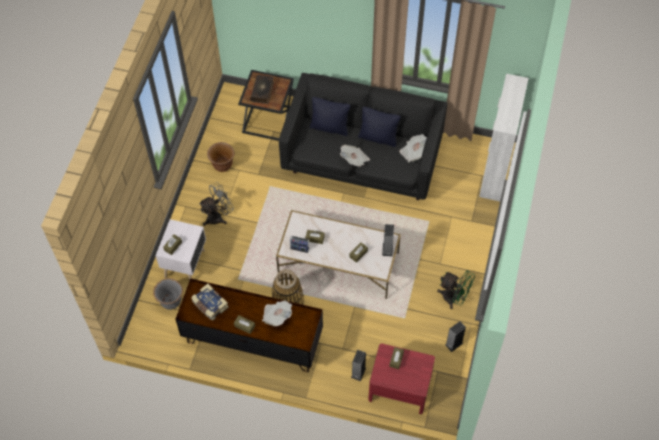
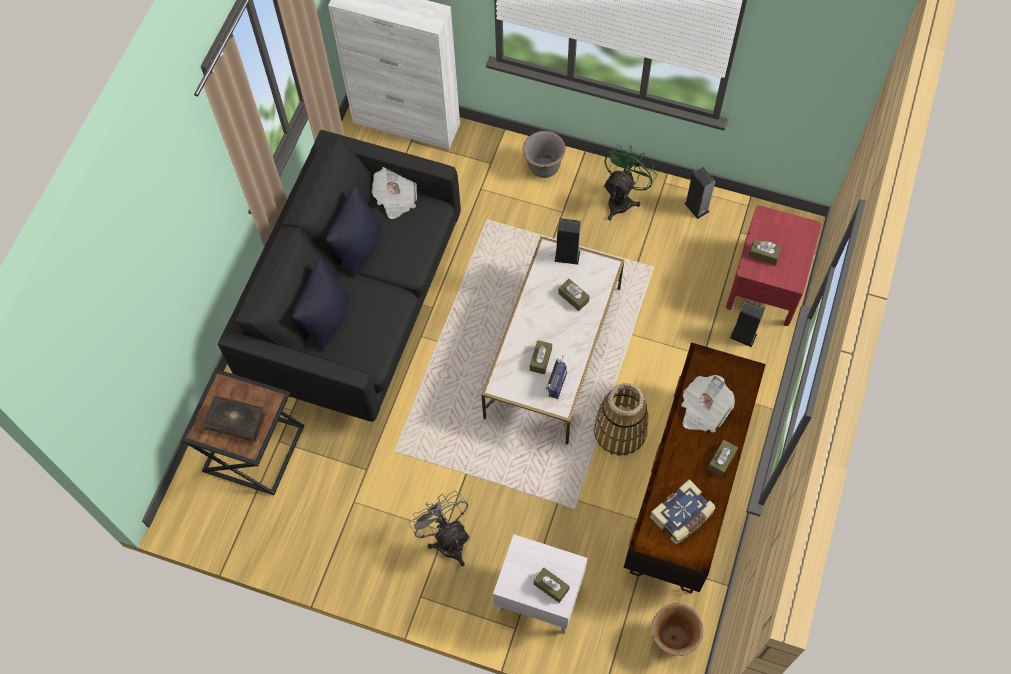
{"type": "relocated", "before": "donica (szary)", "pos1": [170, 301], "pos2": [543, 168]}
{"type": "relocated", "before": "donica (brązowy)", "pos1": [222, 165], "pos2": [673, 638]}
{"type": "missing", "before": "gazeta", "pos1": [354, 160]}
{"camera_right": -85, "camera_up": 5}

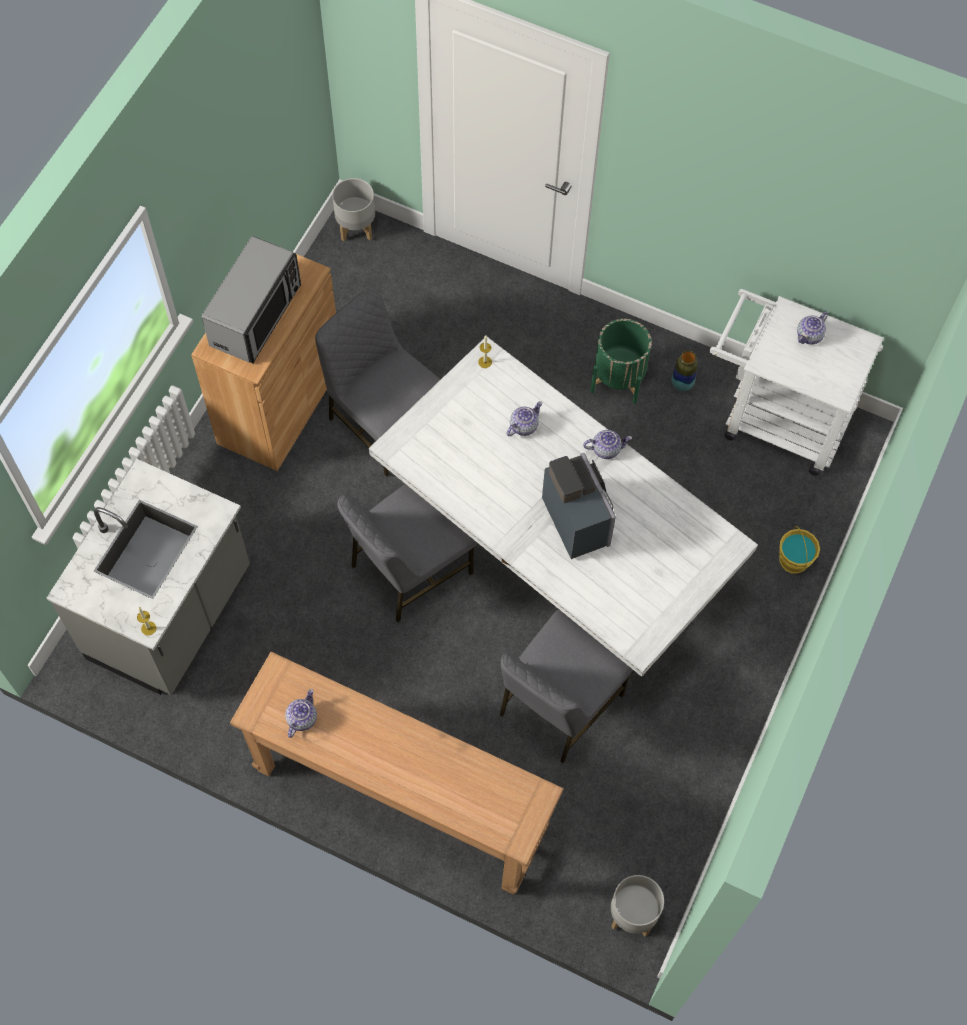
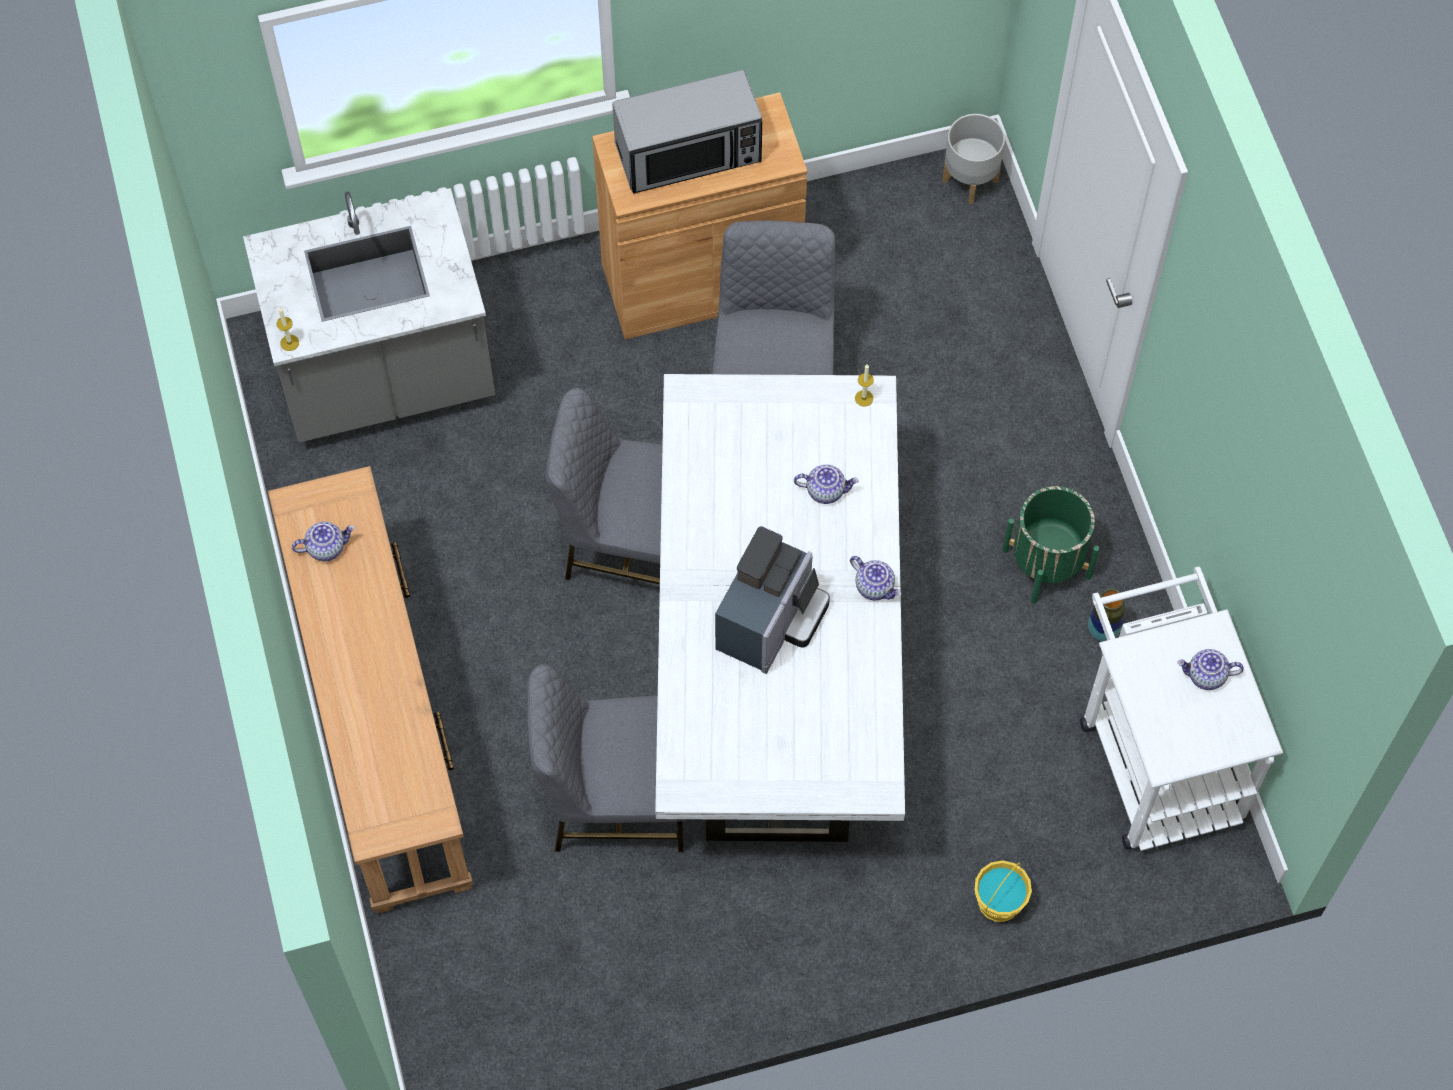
{"type": "missing", "before": "donica (szary)", "pos1": [631, 915]}
{"camera_right": 50, "camera_up": 0}

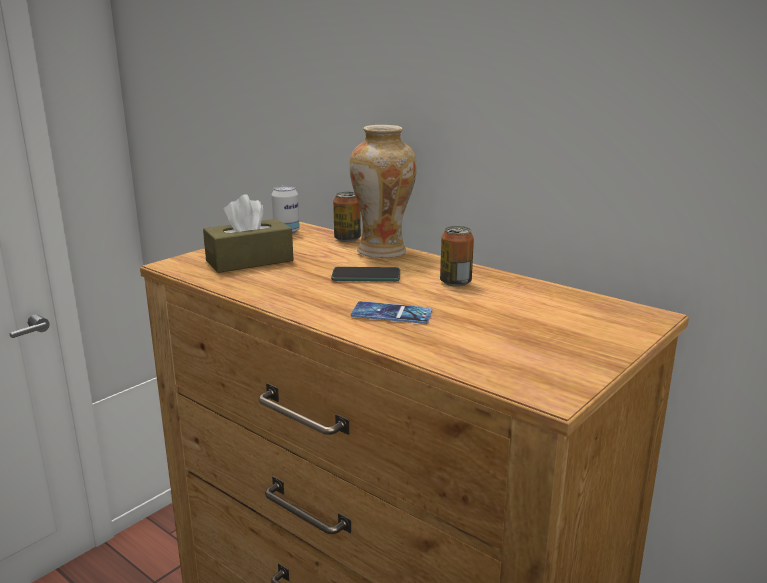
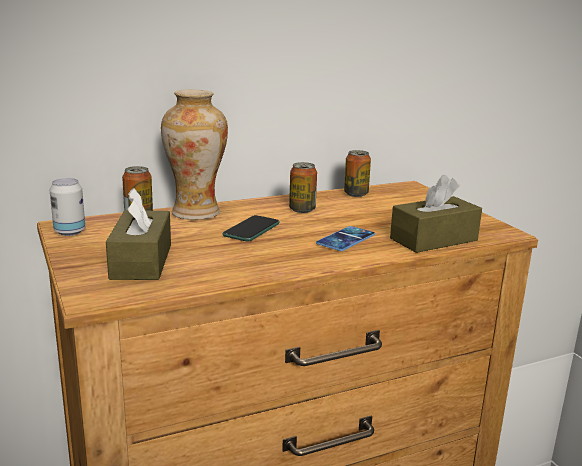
{"type": "appeared", "after": "puszka", "pos2": [356, 194]}
{"type": "appeared", "after": "pudełko chusteczek (brązowy)", "pos2": [433, 239]}
{"camera_right": -65, "camera_up": 0}

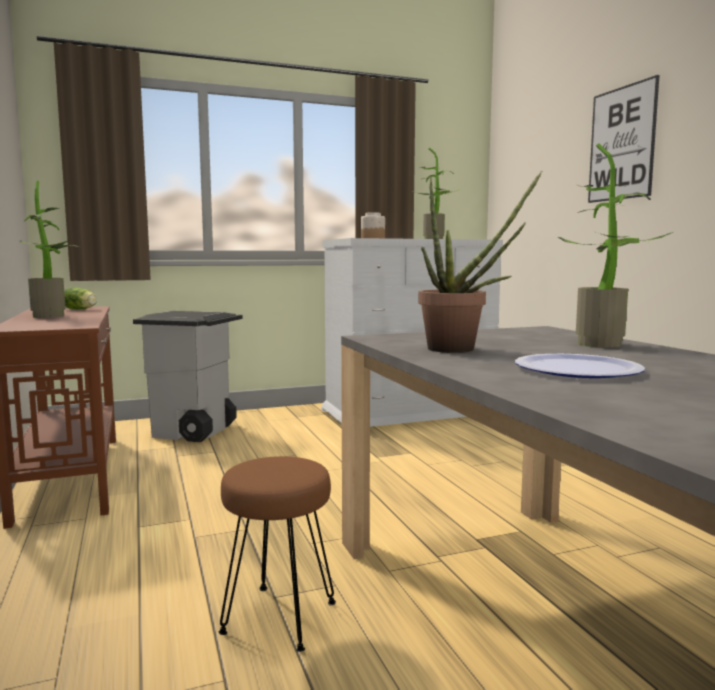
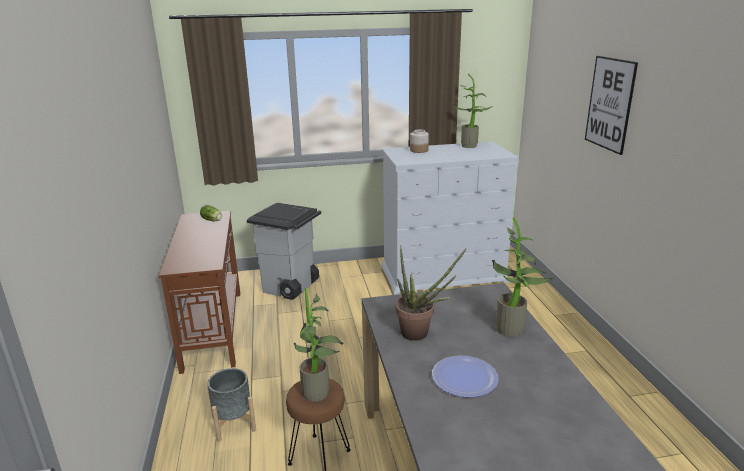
{"type": "relocated", "before": "roślina doniczkowa", "pos1": [53, 316], "pos2": [319, 393]}
{"type": "appeared", "after": "donica (szary)", "pos2": [233, 424]}
{"camera_right": 10, "camera_up": 15}

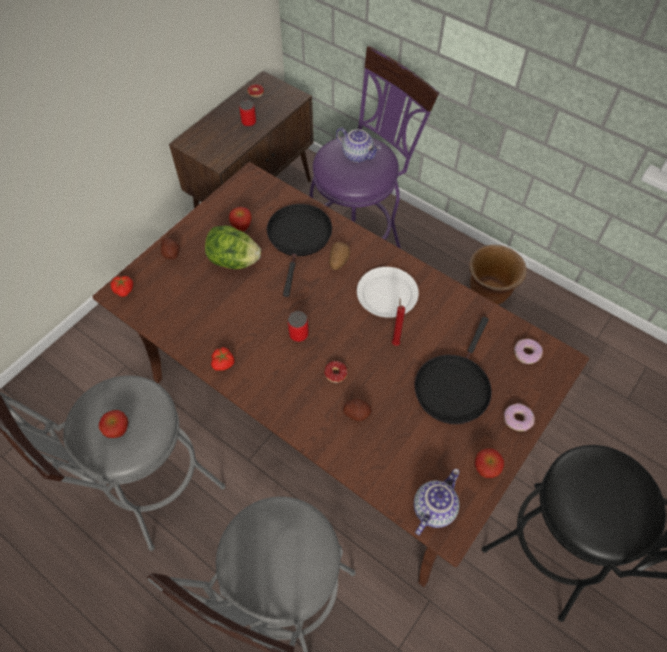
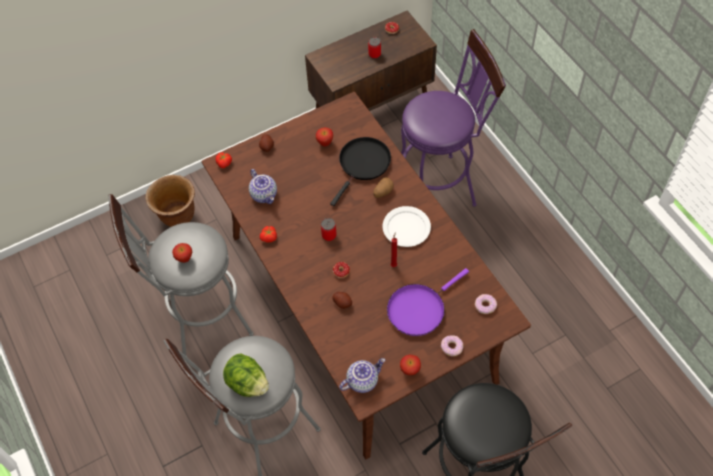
{"type": "relocated", "before": "sałata", "pos1": [234, 261], "pos2": [247, 383]}
{"type": "relocated", "before": "imbryk", "pos1": [358, 155], "pos2": [264, 195]}
{"type": "colour", "before": "patelnia (czarny)", "after": "patelnia (fioletowy)", "pos1": [453, 386], "pos2": [418, 309]}
{"type": "relocated", "before": "donica (brązowy)", "pos1": [488, 293], "pos2": [177, 216]}
{"camera_right": 25, "camera_up": 0}

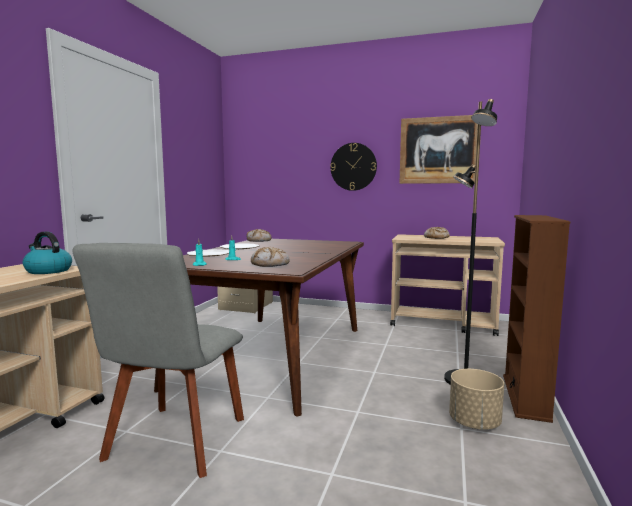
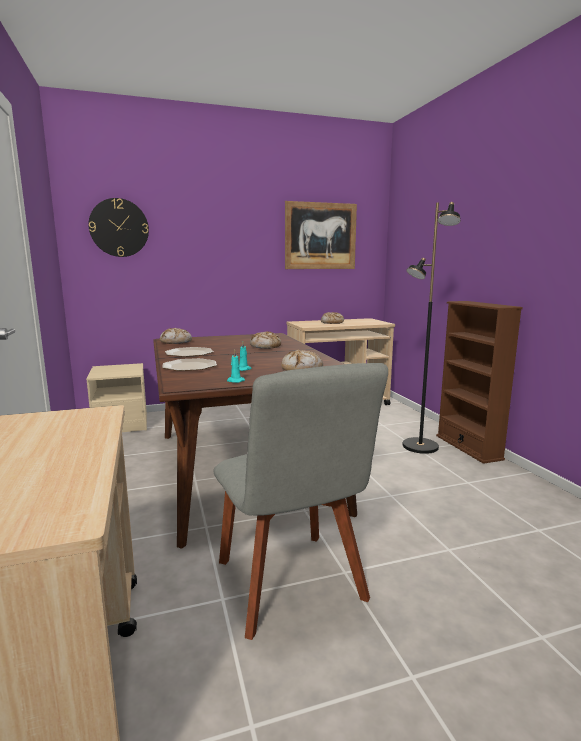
{"type": "missing", "before": "czajnik", "pos1": [48, 271]}
{"type": "relocated", "before": "zegar ścienny", "pos1": [353, 166], "pos2": [119, 228]}
{"type": "missing", "before": "donica (beżowy)", "pos1": [474, 423]}
{"type": "appeared", "after": "chleb", "pos2": [265, 346]}
{"camera_right": -35, "camera_up": 5}

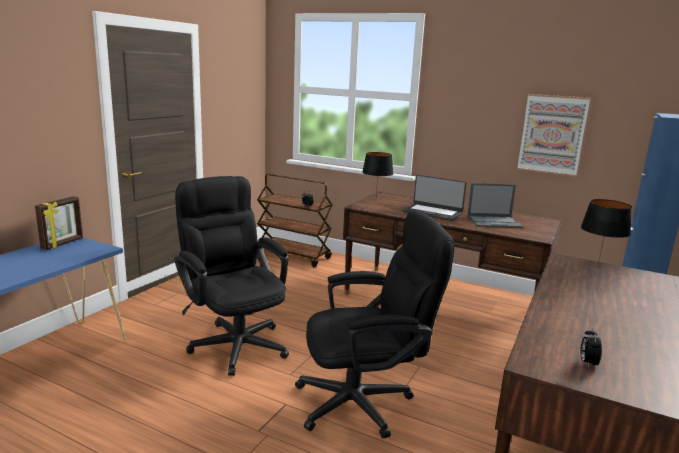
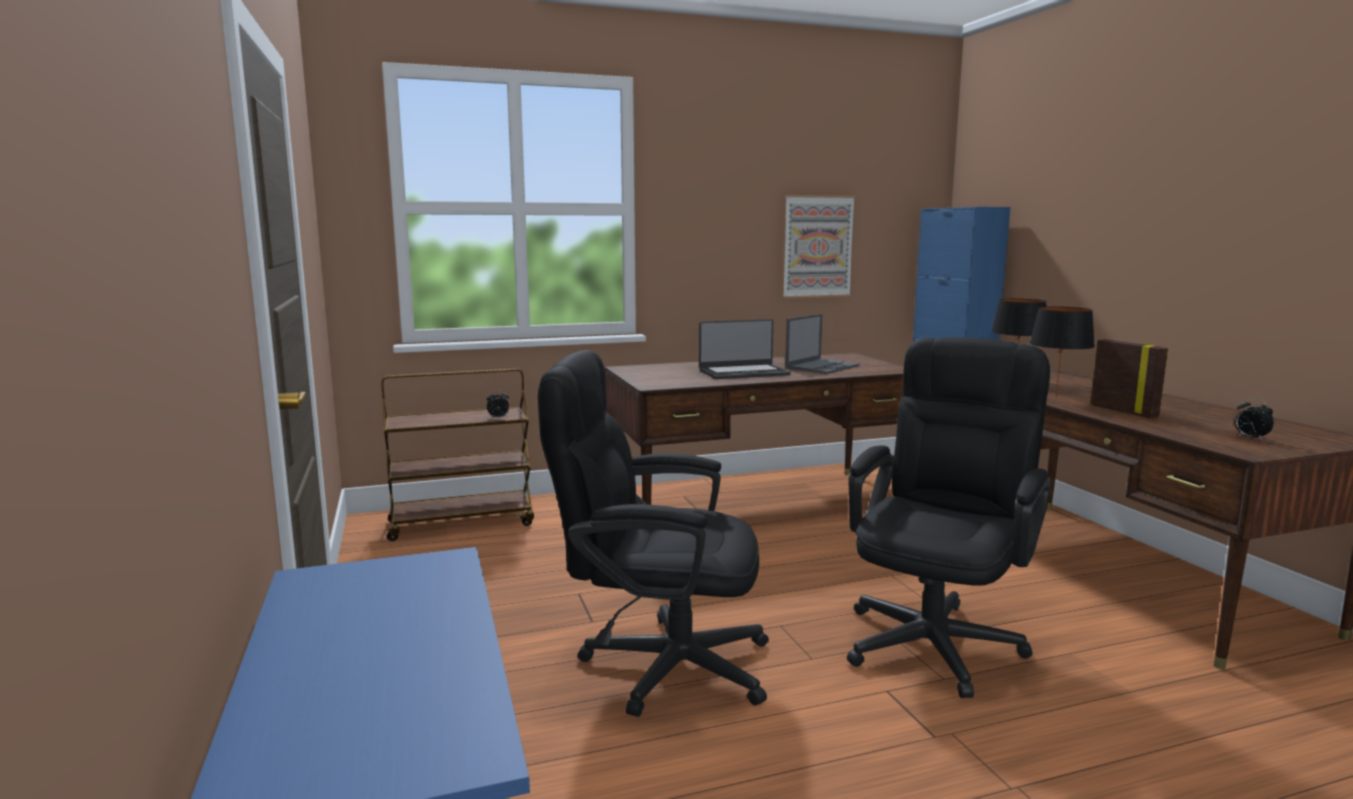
{"type": "relocated", "before": "ramka na zdjęcie", "pos1": [63, 244], "pos2": [1124, 412]}
{"type": "relocated", "before": "lampa stołowa (czarny)", "pos1": [376, 200], "pos2": [1056, 397]}
{"camera_right": -45, "camera_up": -5}

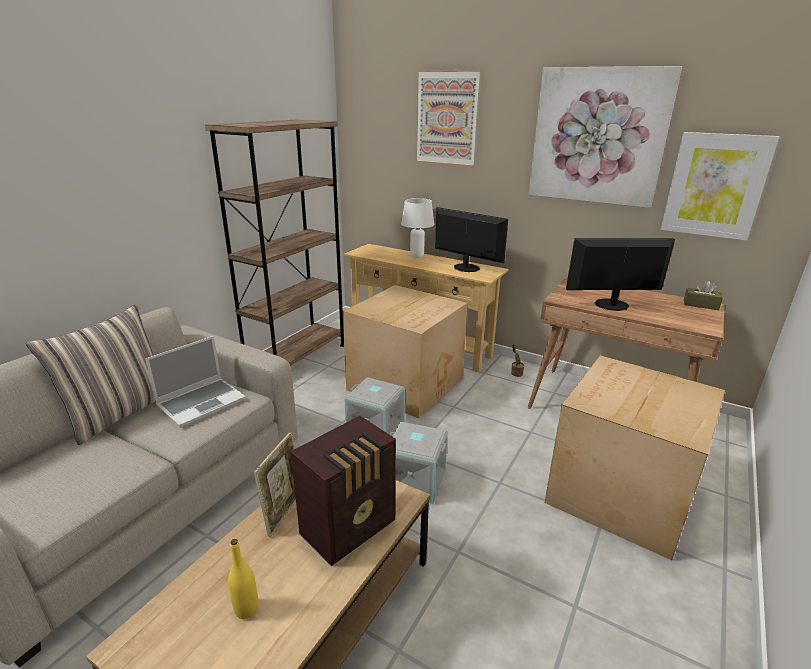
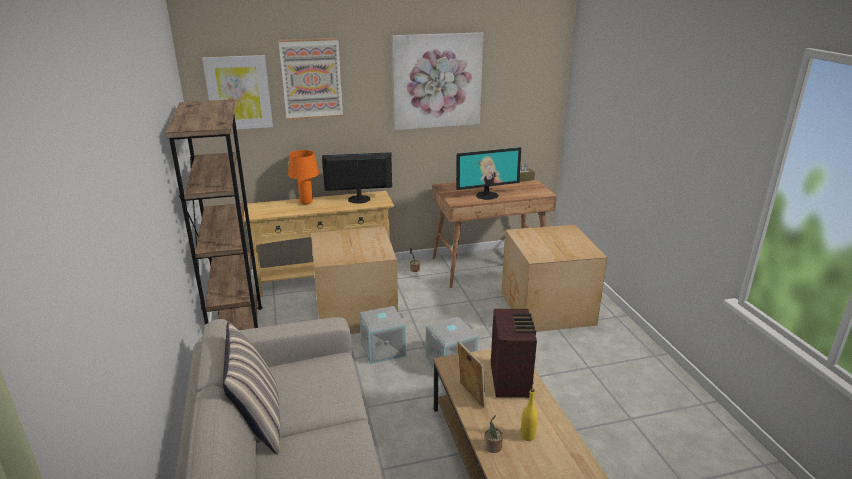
{"type": "missing", "before": "laptop", "pos1": [202, 402]}
{"type": "colour", "before": "lampa stołowa (biały)", "after": "lampa stołowa (pomarańczowy)", "pos1": [416, 257], "pos2": [306, 202]}
{"type": "spun", "before": "monitor", "pos1": [611, 305], "pos2": [486, 195], "turn": -150}
{"type": "relocated", "before": "obraz", "pos1": [715, 186], "pos2": [239, 93]}
{"type": "appeared", "after": "roślina doniczkowa", "pos2": [492, 447]}
{"camera_right": -45, "camera_up": 0}

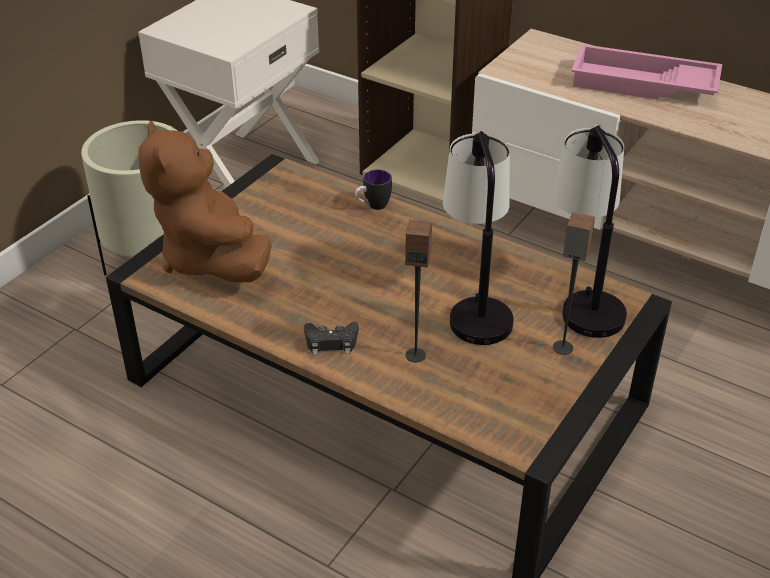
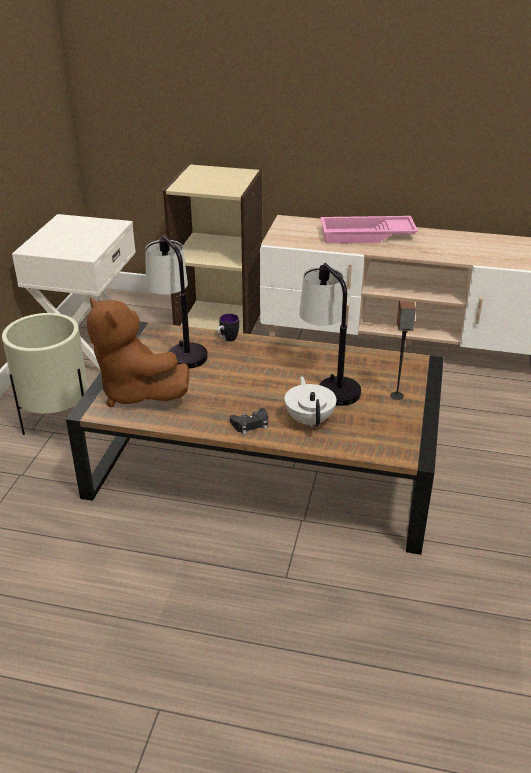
{"type": "exchanged", "before": "głośnik", "after": "imbryk (biały)", "pos1": [415, 355], "pos2": [310, 420]}
{"type": "relocated", "before": "lampa stołowa", "pos1": [582, 297], "pos2": [178, 349]}
{"camera_right": -20, "camera_up": -5}

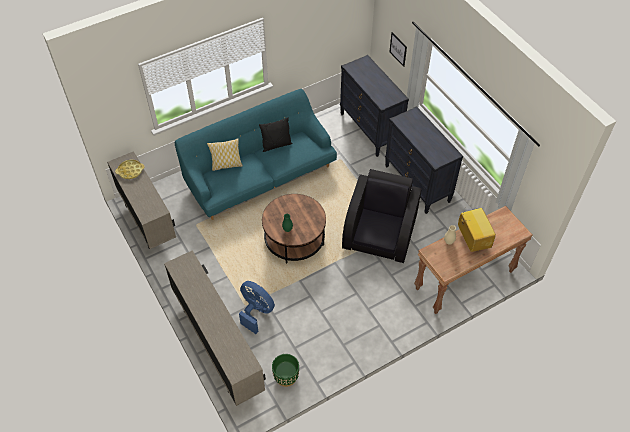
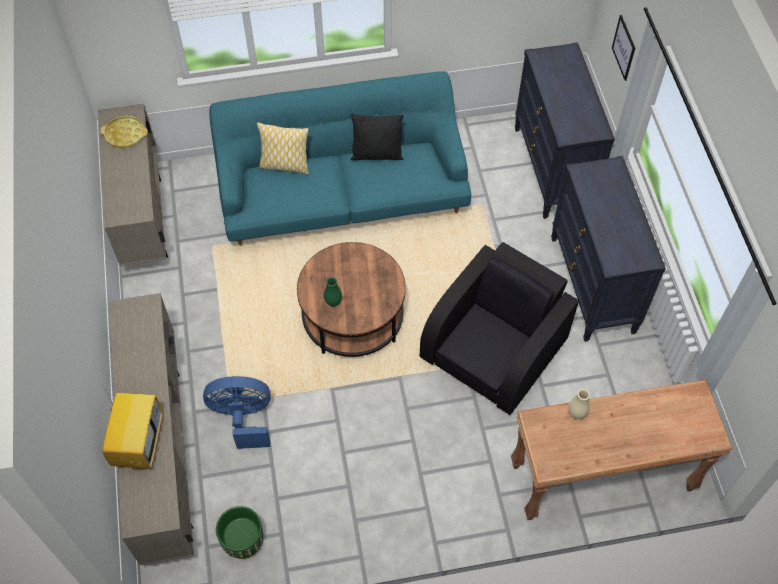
{"type": "spun", "before": "wentylator (niebieski)", "pos1": [256, 311], "pos2": [243, 418], "turn": -60}
{"type": "relocated", "before": "telewizor", "pos1": [472, 239], "pos2": [138, 441]}
{"camera_right": 20, "camera_up": 5}

